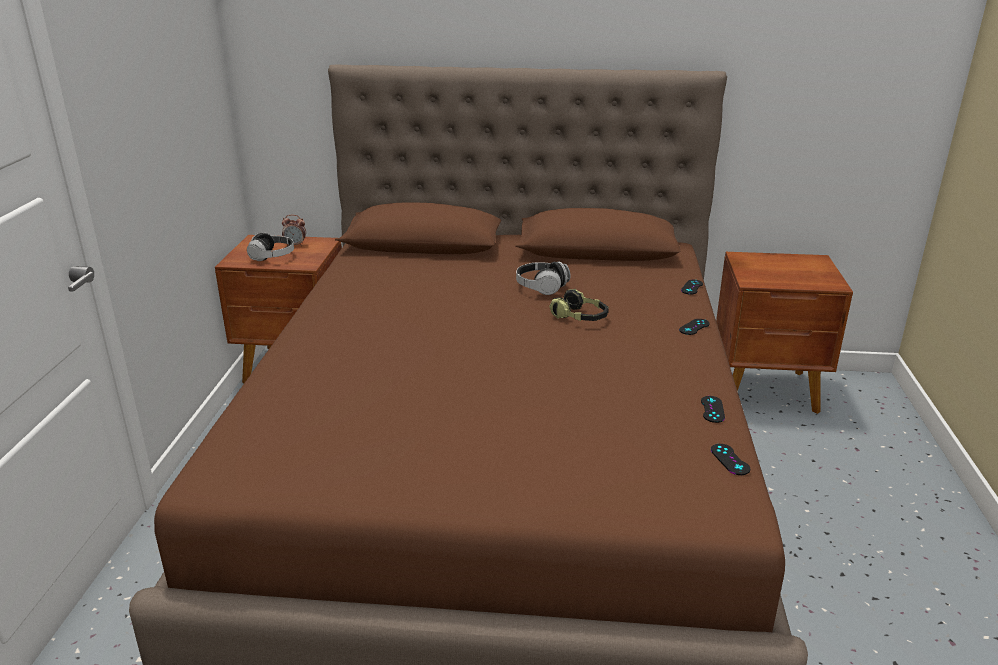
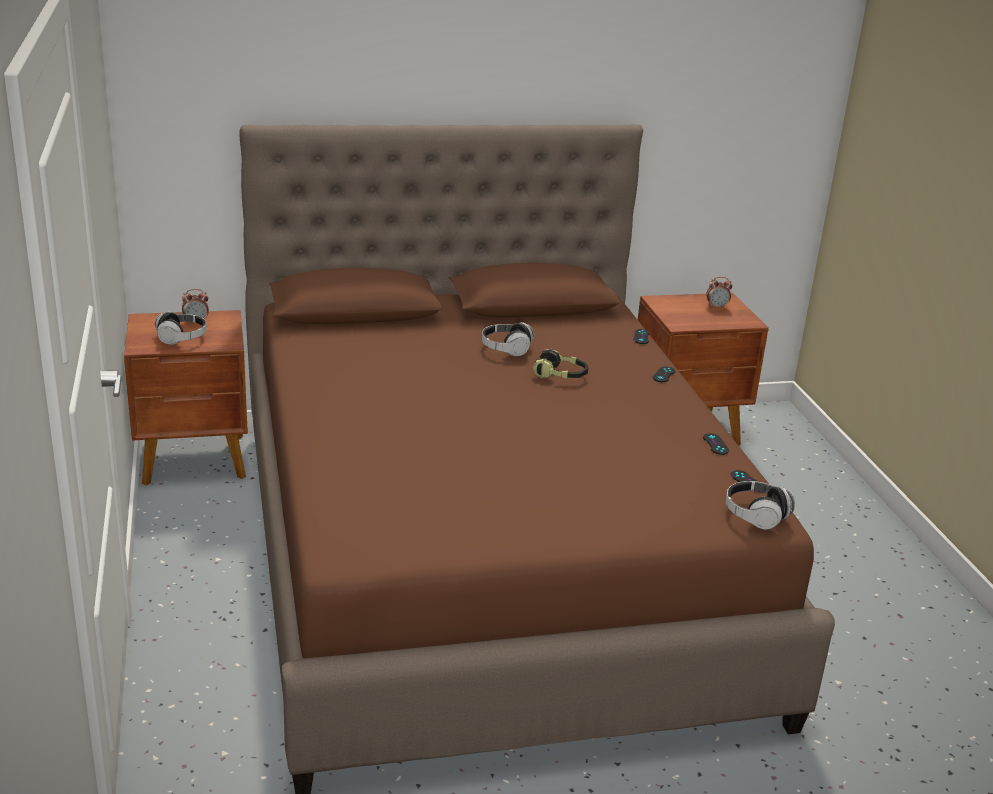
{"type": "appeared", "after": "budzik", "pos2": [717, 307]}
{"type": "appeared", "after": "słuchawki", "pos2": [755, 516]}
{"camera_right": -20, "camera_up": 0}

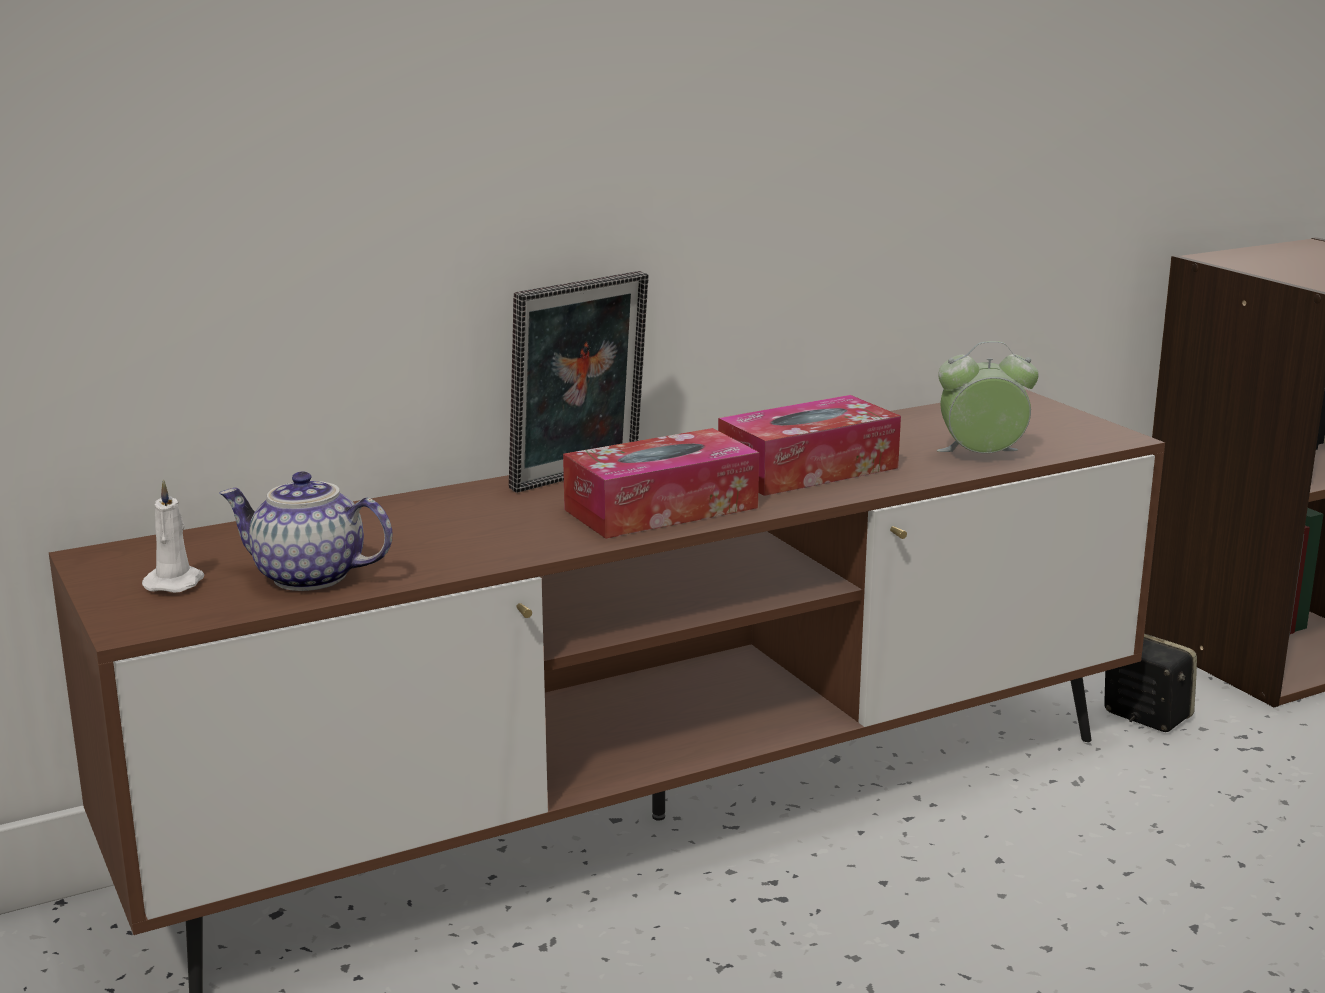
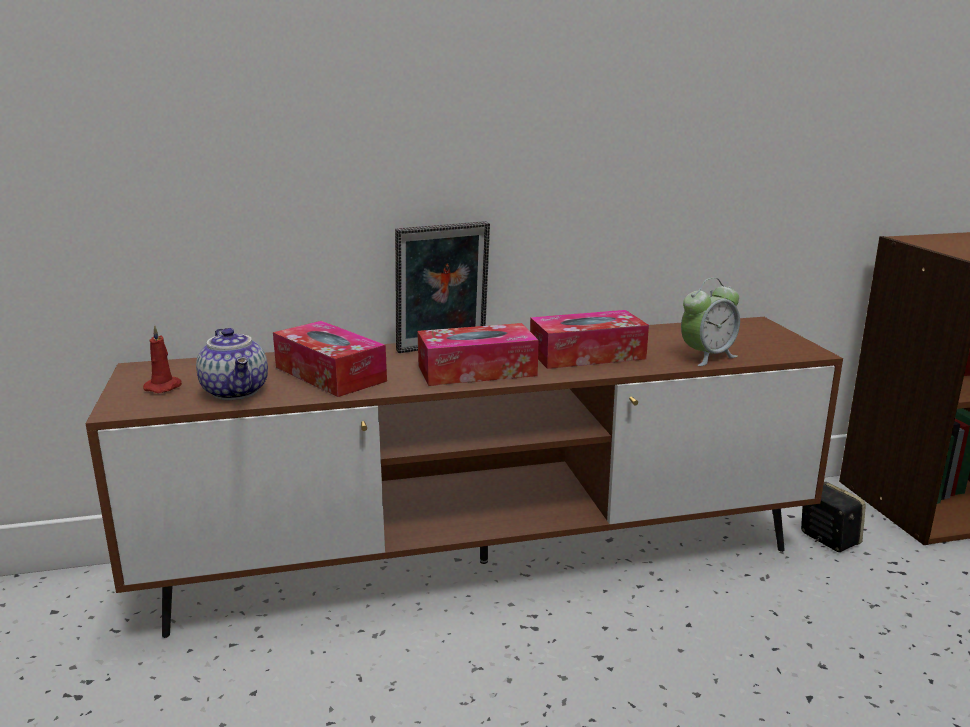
{"type": "colour", "before": "świeca (biały)", "after": "świeca (czerwony)", "pos1": [175, 582], "pos2": [164, 387]}
{"type": "spun", "before": "imbryk", "pos1": [307, 577], "pos2": [237, 392], "turn": -150}
{"type": "spun", "before": "budzik", "pos1": [981, 457], "pos2": [707, 357], "turn": 135}
{"type": "appeared", "after": "pudełko chusteczek", "pos2": [330, 374]}
{"camera_right": 15, "camera_up": 0}

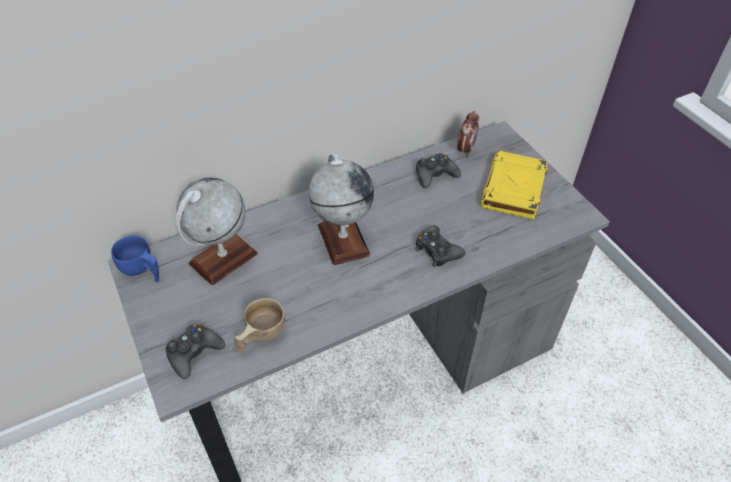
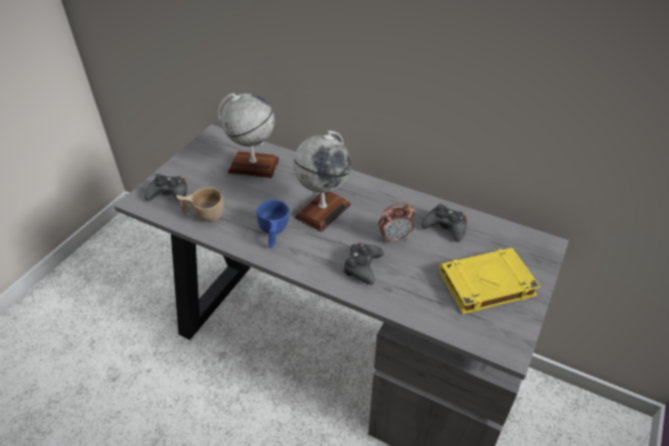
{"type": "relocated", "before": "filiżanka (niebieski)", "pos1": [142, 271], "pos2": [273, 233]}
{"type": "relocated", "before": "budzik", "pos1": [465, 149], "pos2": [395, 238]}
{"camera_right": 55, "camera_up": -5}

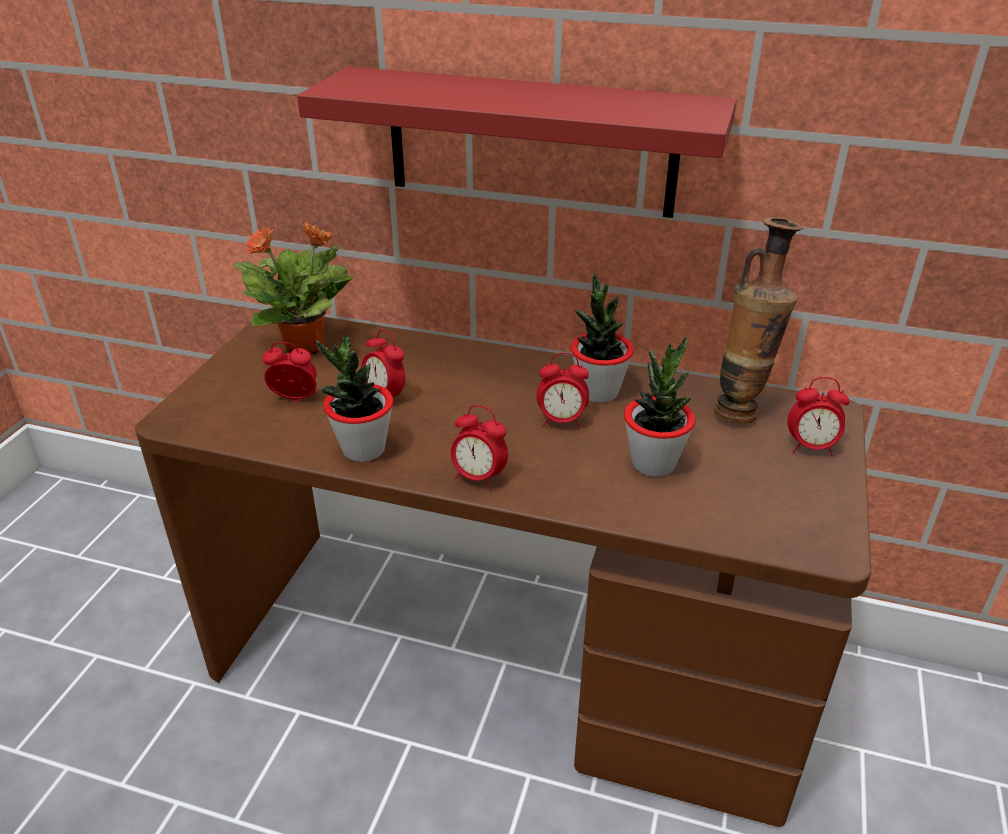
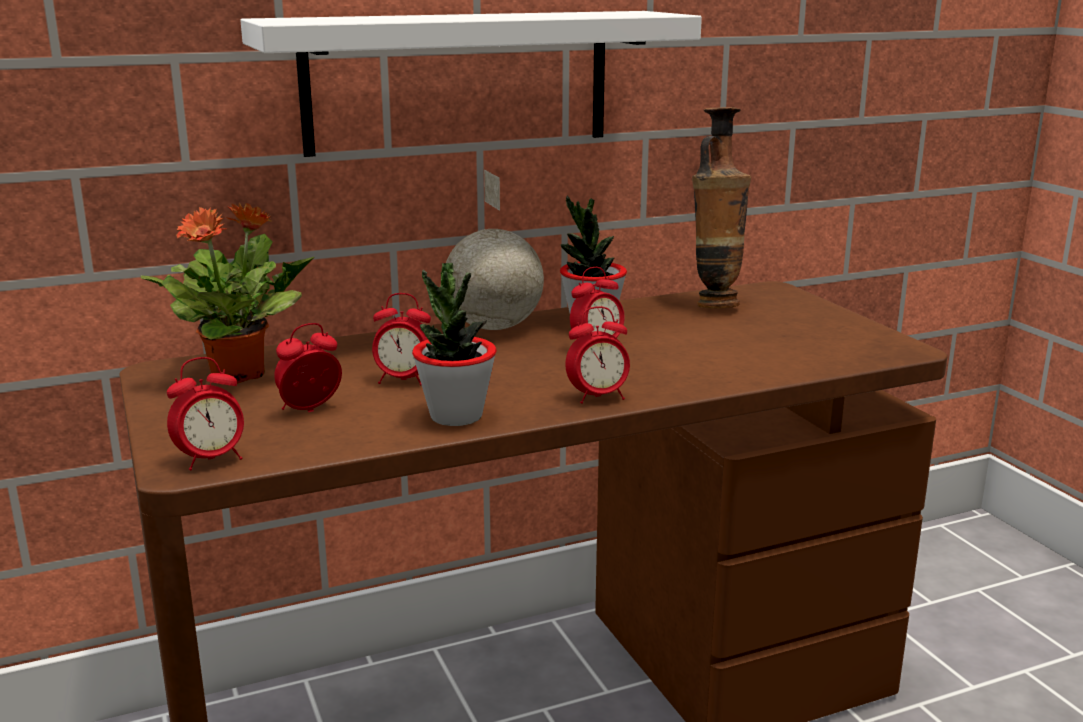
{"type": "colour", "before": "półka (czerwony)", "after": "półka (biały)", "pos1": [530, 142], "pos2": [458, 81]}
{"type": "missing", "before": "roślina doniczkowa", "pos1": [653, 463]}
{"type": "relocated", "before": "budzik", "pos1": [811, 447], "pos2": [212, 460]}
{"type": "appeared", "after": "globus", "pos2": [493, 328]}
{"camera_right": -40, "camera_up": -15}

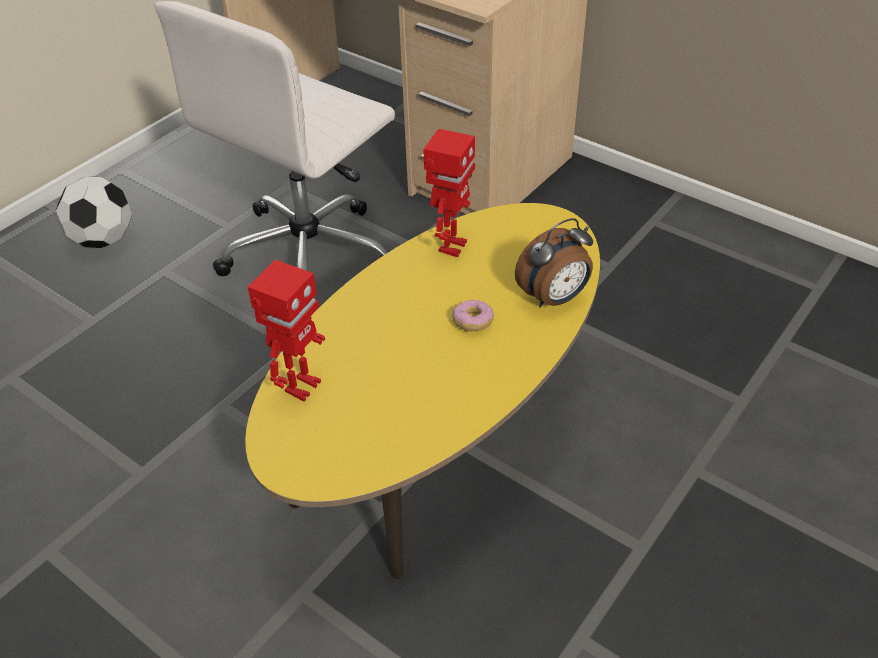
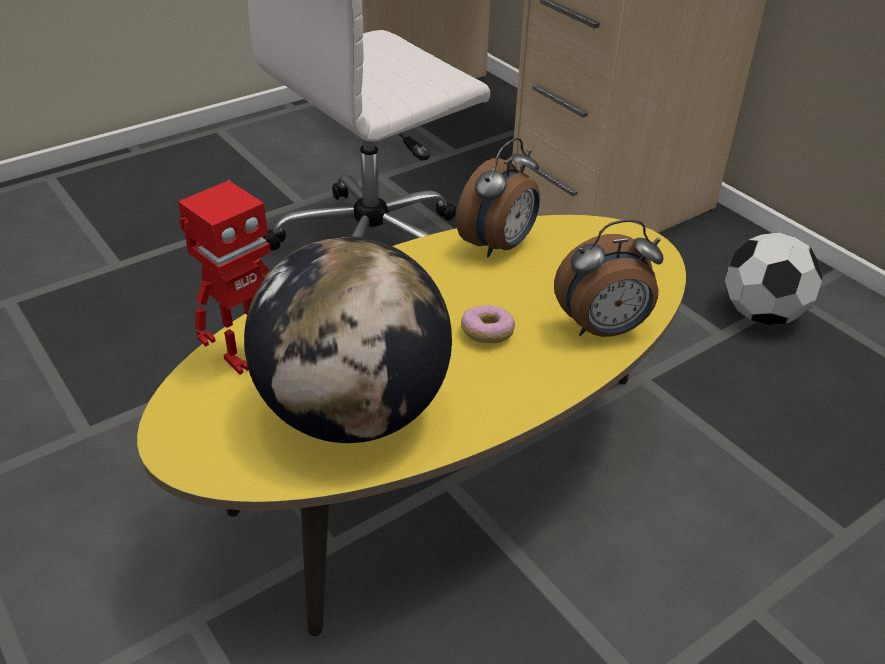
{"type": "relocated", "before": "piłka futbolowa", "pos1": [103, 240], "pos2": [762, 314]}
{"type": "exchanged", "before": "robot zabawkowy", "after": "budzik", "pos1": [451, 246], "pos2": [499, 246]}
{"type": "appeared", "after": "globus", "pos2": [353, 413]}
{"camera_right": 15, "camera_up": -5}

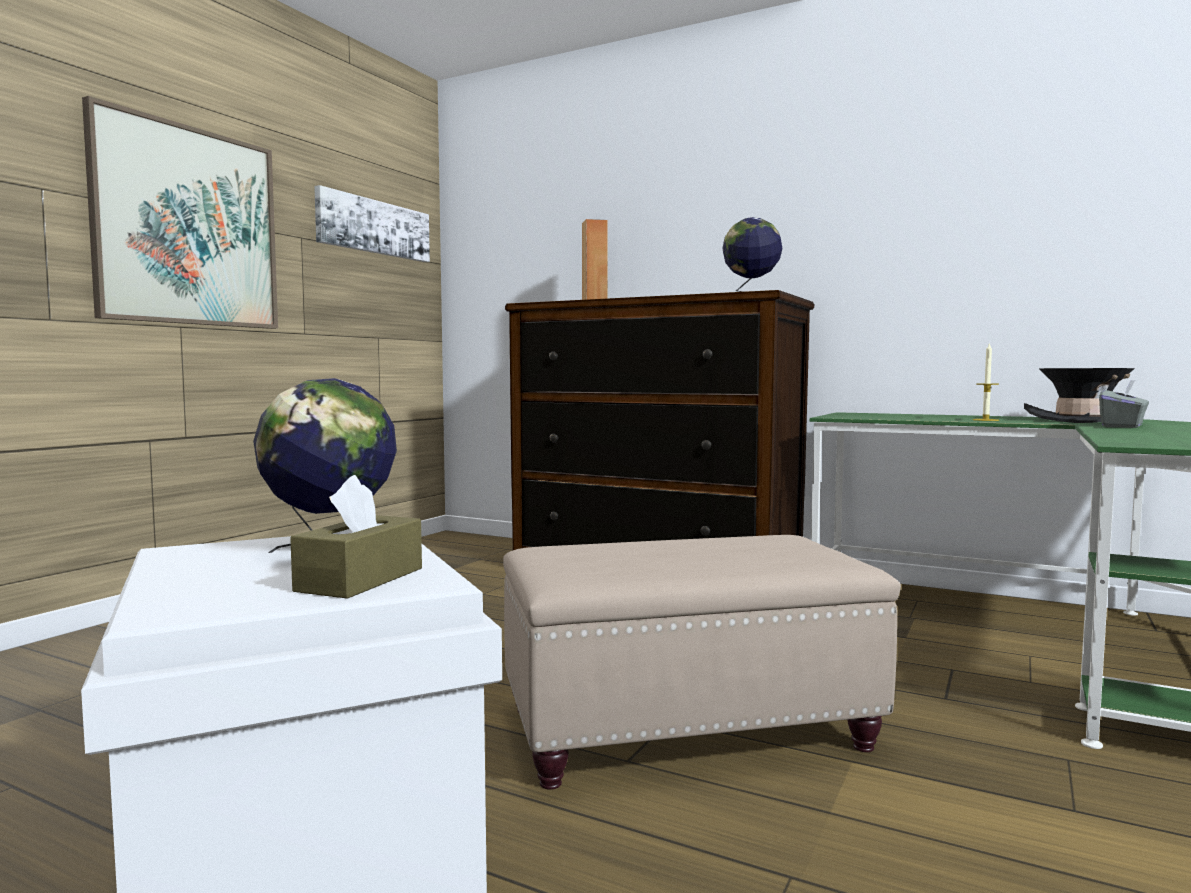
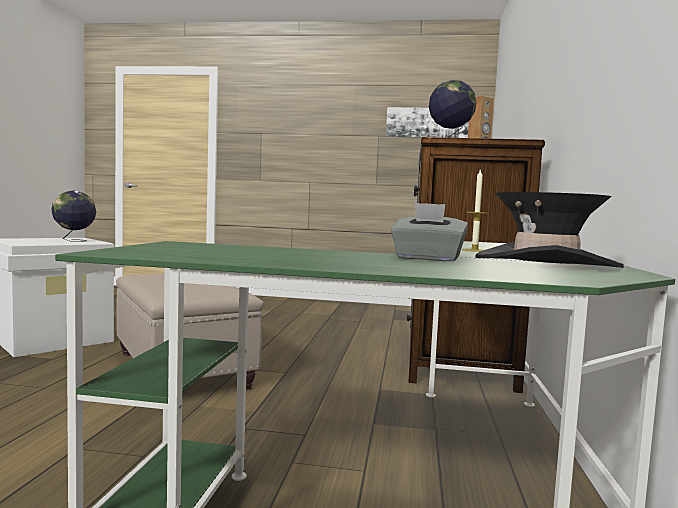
{"type": "missing", "before": "obraz", "pos1": [188, 226]}
{"type": "missing", "before": "pudełko chusteczek (brązowy)", "pos1": [360, 579]}
{"camera_right": 70, "camera_up": 0}

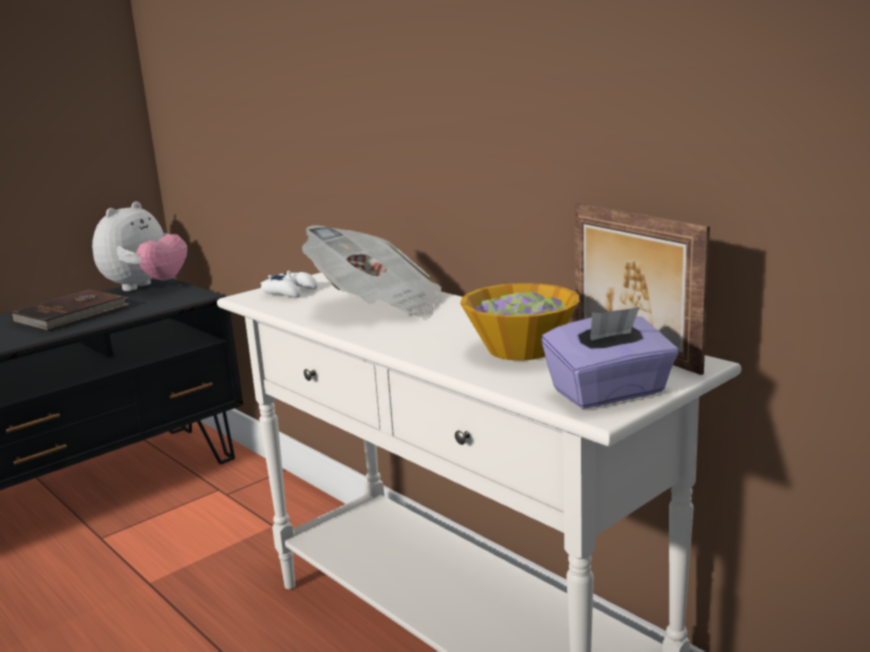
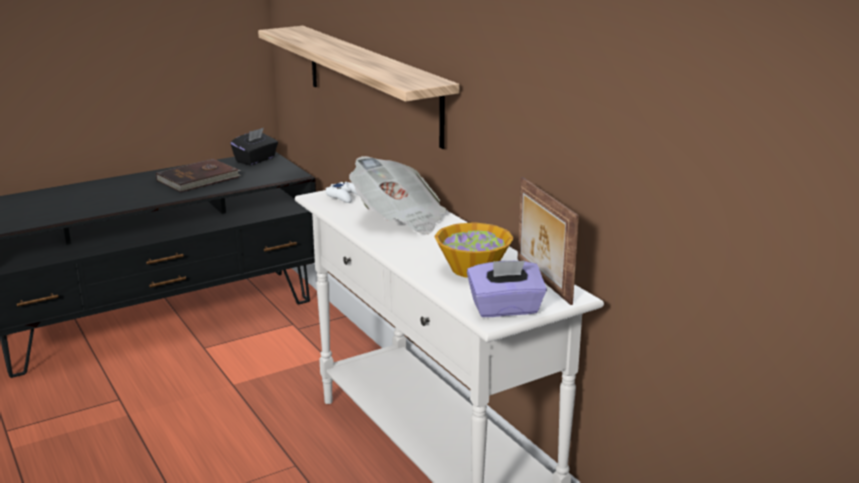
{"type": "exchanged", "before": "pluszak", "after": "pudełko chusteczek (czarny)", "pos1": [146, 287], "pos2": [256, 160]}
{"type": "appeared", "after": "półka", "pos2": [371, 82]}
{"camera_right": 10, "camera_up": 5}

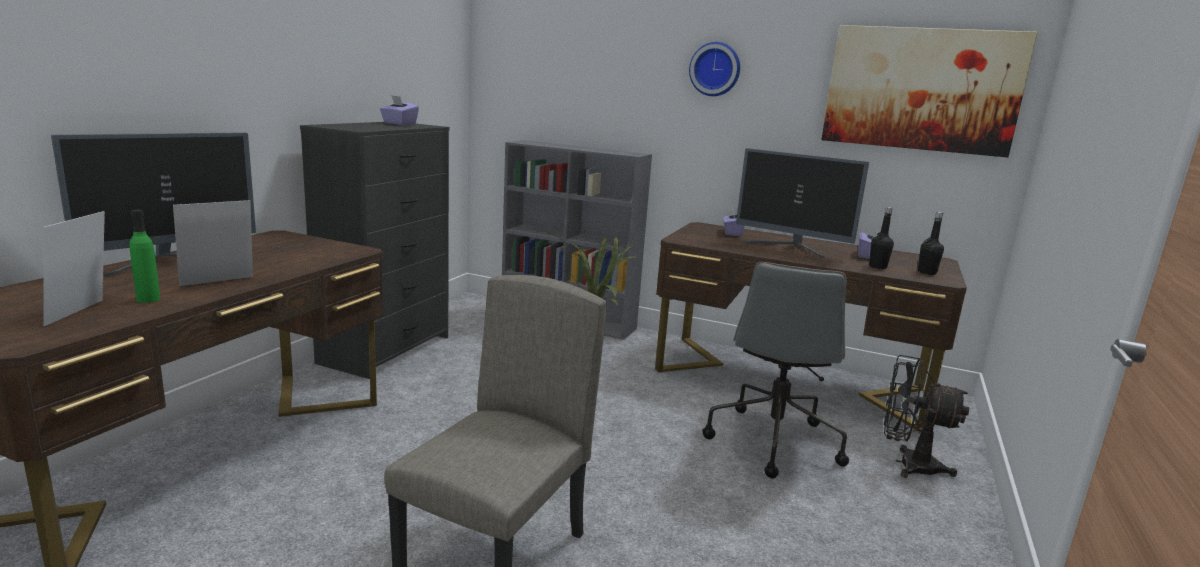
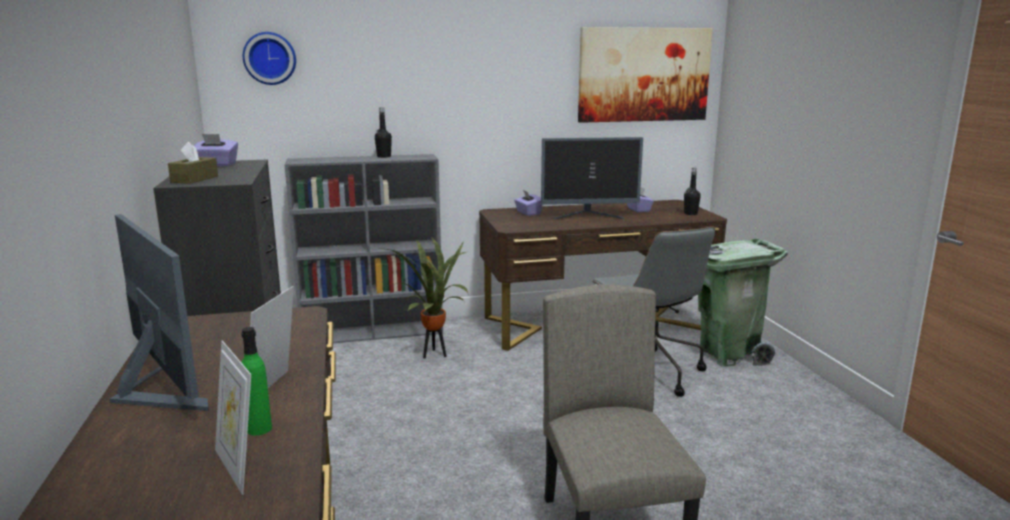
{"type": "spun", "before": "monitor", "pos1": [171, 263], "pos2": [159, 389], "turn": -45}
{"type": "relocated", "before": "zegar ścienny", "pos1": [715, 69], "pos2": [270, 58]}
{"type": "relocated", "before": "butelka (czarny)", "pos1": [877, 267], "pos2": [384, 156]}
{"type": "exchanged", "before": "wentylator (czarny)", "after": "kosz na śmieci (zielony)", "pos1": [907, 464], "pos2": [729, 355]}
{"type": "appeared", "after": "pudełko chusteczek (brązowy)", "pos2": [194, 179]}
{"camera_right": -35, "camera_up": 0}

